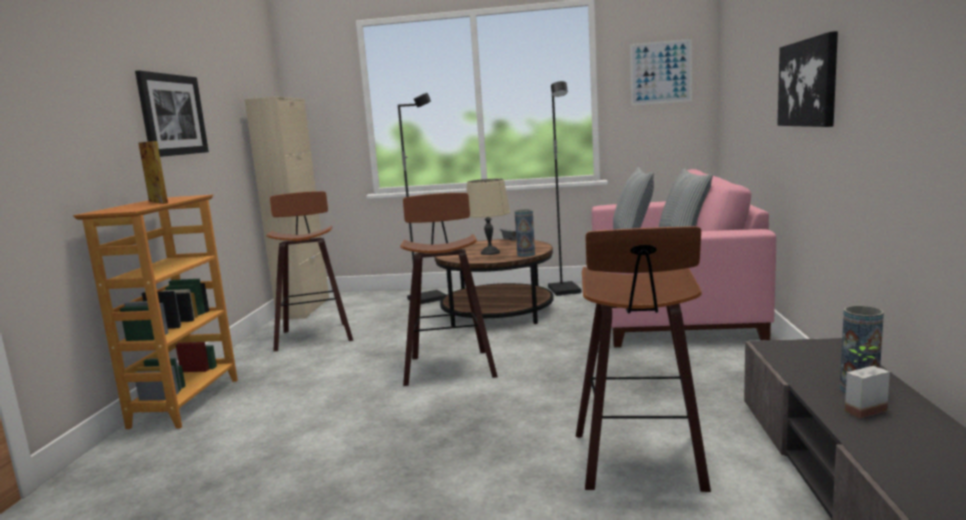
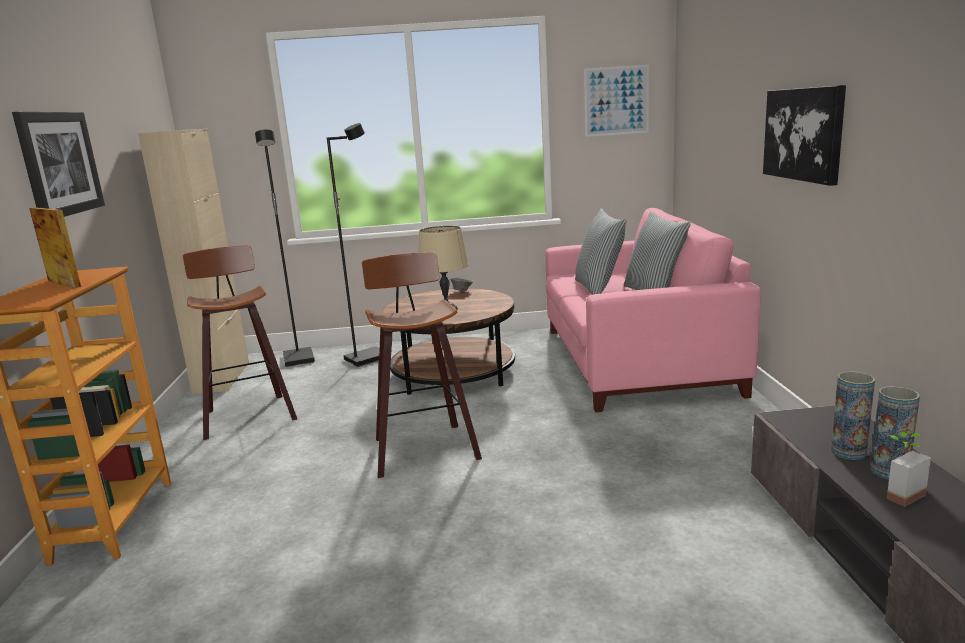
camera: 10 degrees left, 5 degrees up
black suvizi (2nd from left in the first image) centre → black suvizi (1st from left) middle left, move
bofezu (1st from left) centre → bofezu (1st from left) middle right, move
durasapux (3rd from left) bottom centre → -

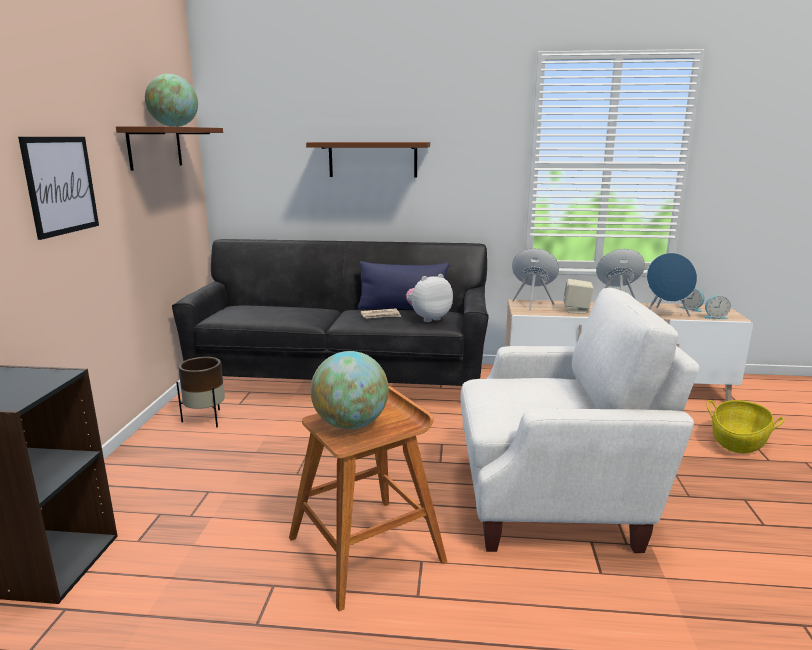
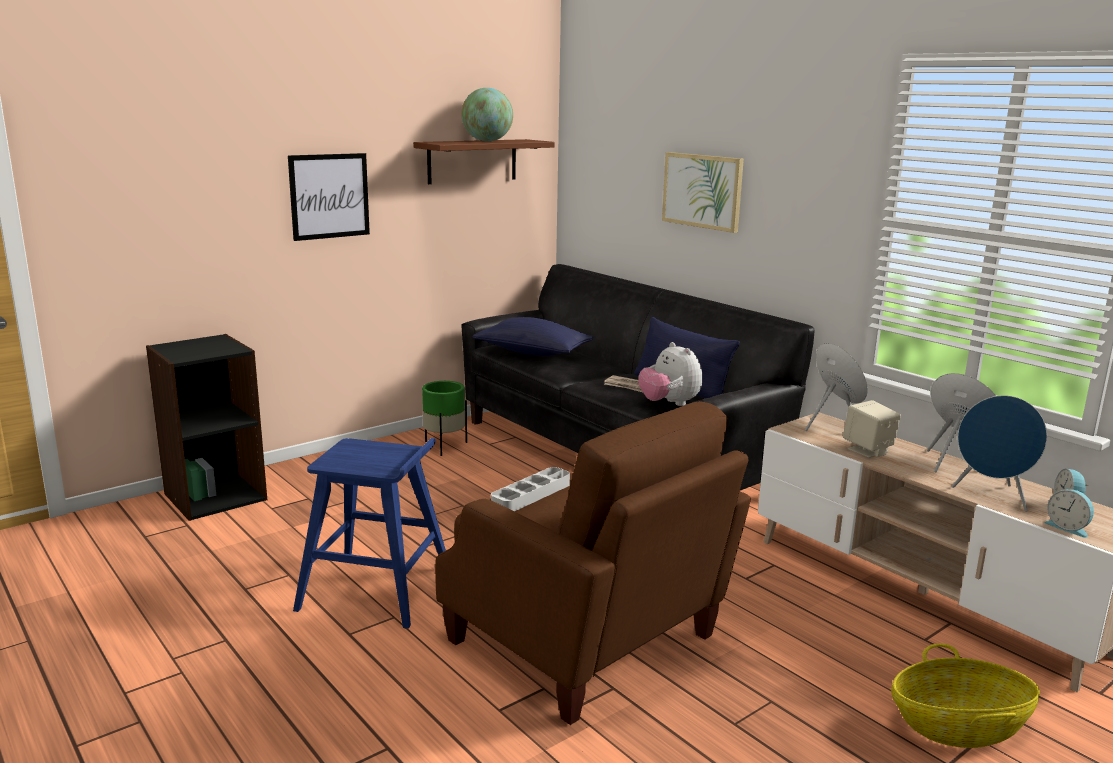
camera: 45 degrees right, 0 degrees up
brown durasapux bottom centre → blue durasapux bottom left
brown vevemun middle left → green vevemun centre
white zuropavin middle right → brown zuropavin bottom centre
- → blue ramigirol (1st from left) centre
- → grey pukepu centre
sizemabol centre, 135 degrees counterclockwise
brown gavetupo (2nd from left) top centre → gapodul (2nd from left) top centre
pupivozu (2nd from left) centre → -

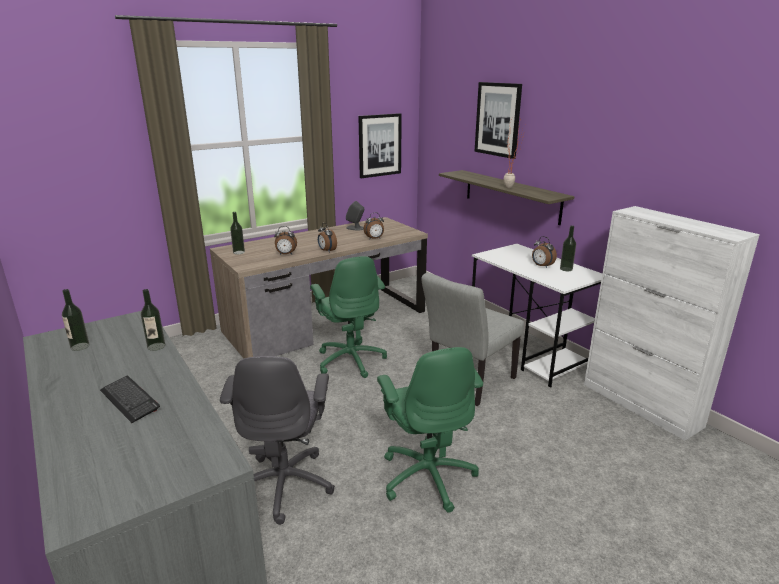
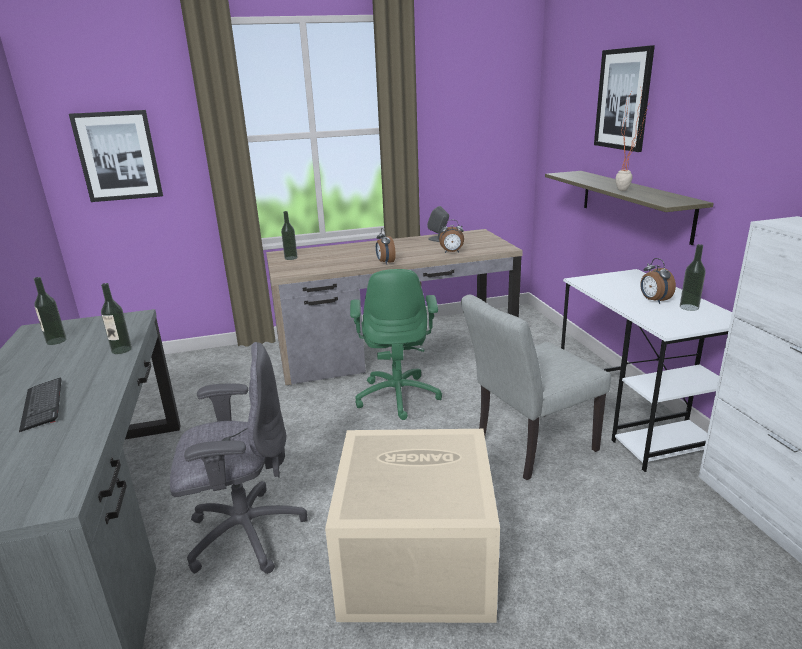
camera: 20 degrees right, 0 degrees up
gapodul (1st from left) top centre → gapodul (1st from left) top left, move
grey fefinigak bottom centre → grey fefinigak bottom left, 120 degrees counterclockwise
green fefinigak (2nd from left) bottom centre → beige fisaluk bottom centre
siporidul (1st from left) centre → -

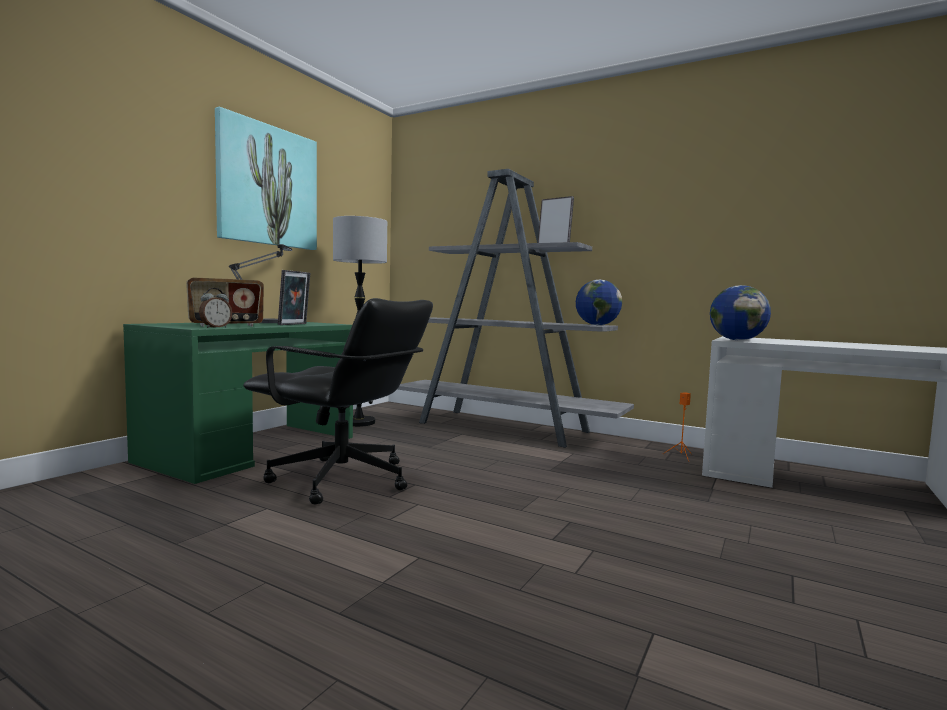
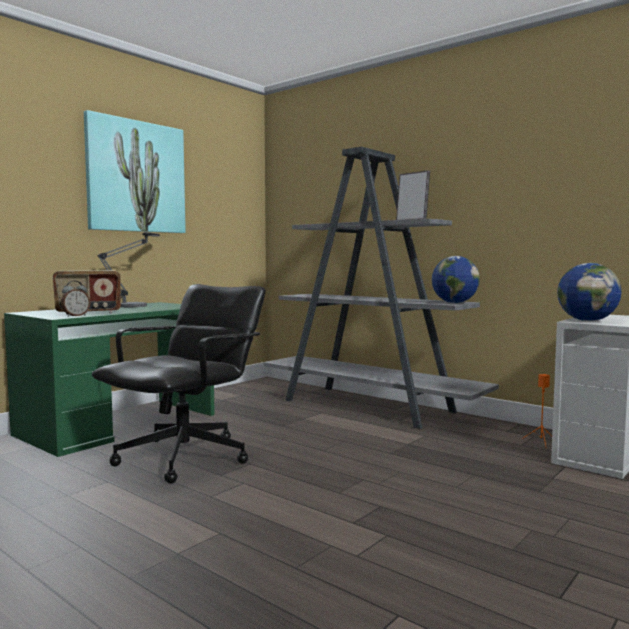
camera: 10 degrees right, 0 degrees up
black fefinigak centre → black fefinigak middle left, 90 degrees counterclockwise
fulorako (1st from left) middle left → -
suvizi centre → -

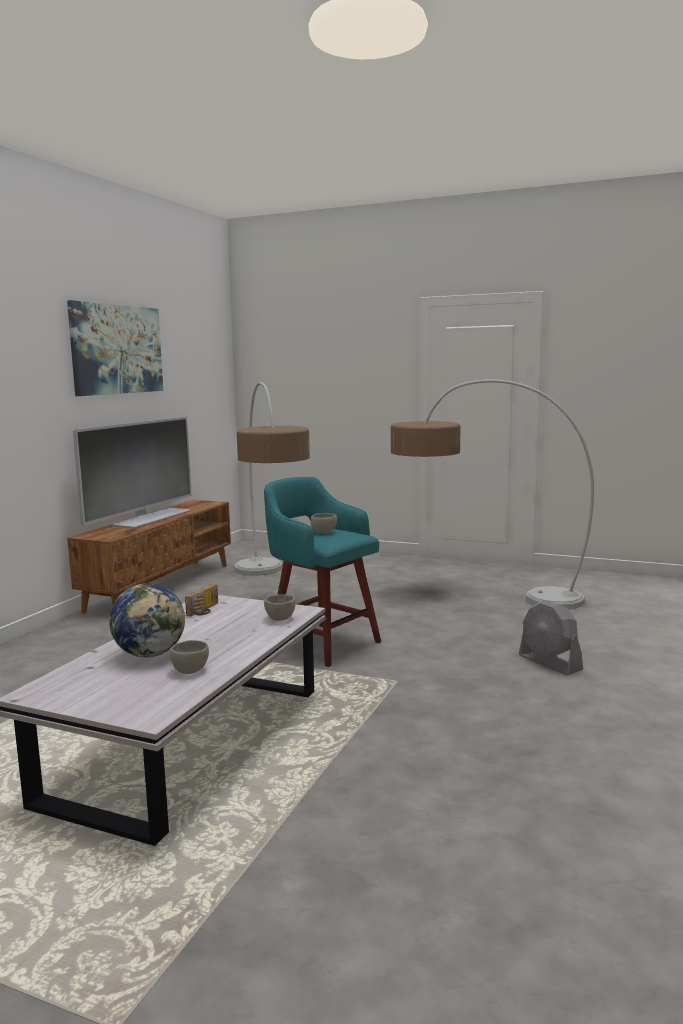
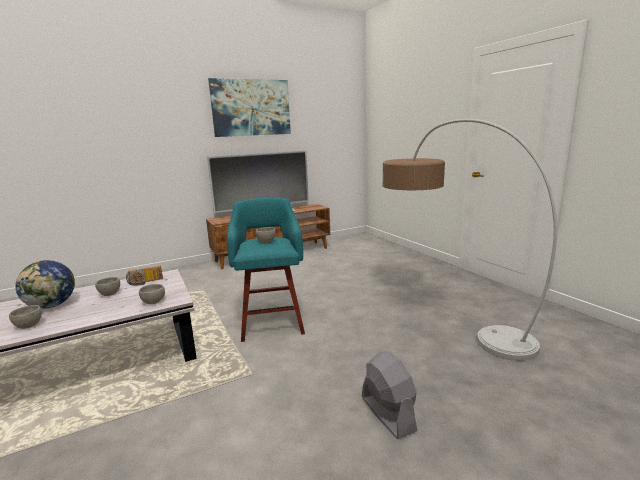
camera: 40 degrees right, 5 degrees up
- → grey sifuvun (2nd from left) middle left
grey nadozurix middle right → grey nadozurix bottom centre, 150 degrees clockwise
suvizi (1st from left) centre → -

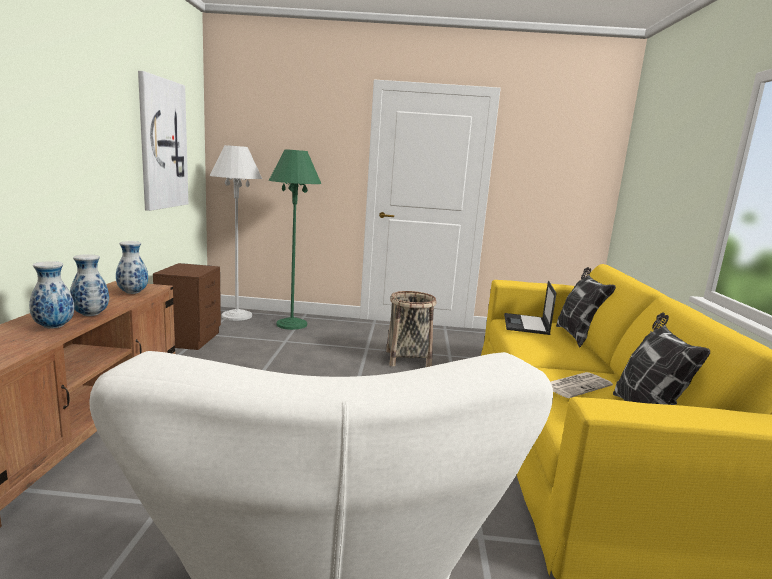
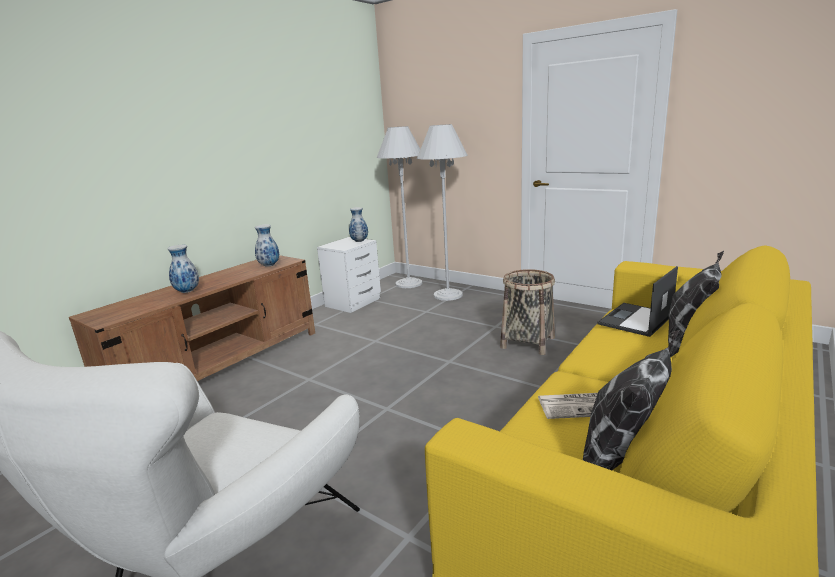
camera: 35 degrees right, 5 degrees up
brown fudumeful middle left → white fudumeful centre
bofezu (2nd from left in the first image) middle left → bofezu (3rd from left) centre, move
green suvizi centre → white suvizi (2nd from left) centre
gapodul top left → -

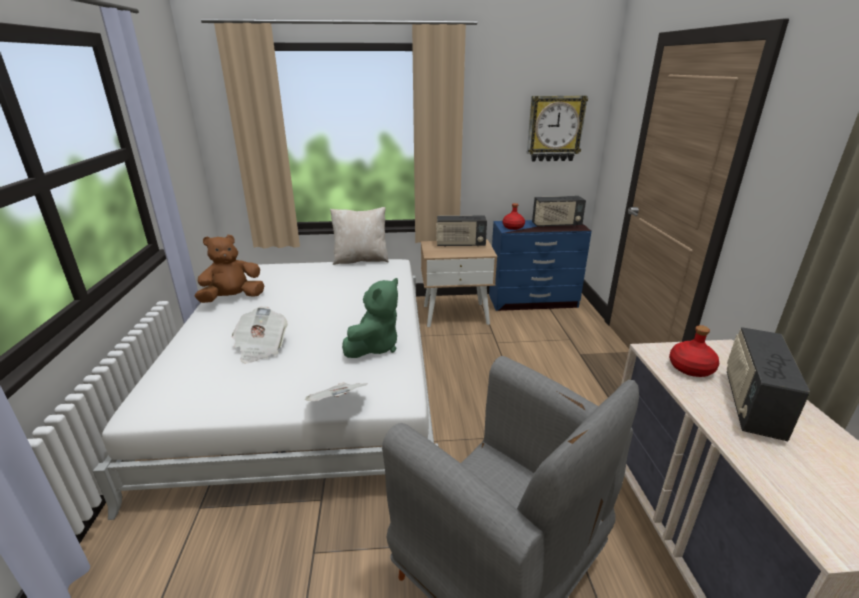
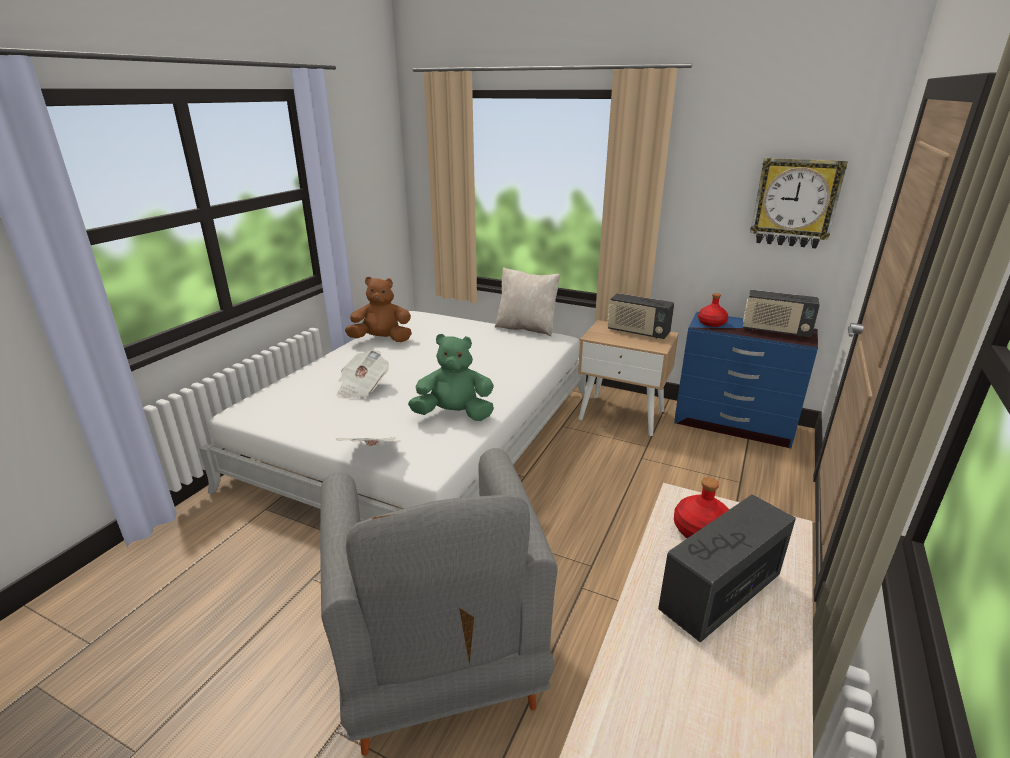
camera: 30 degrees right, 0 degrees up
green sizemabol centre, 150 degrees counterclockwise

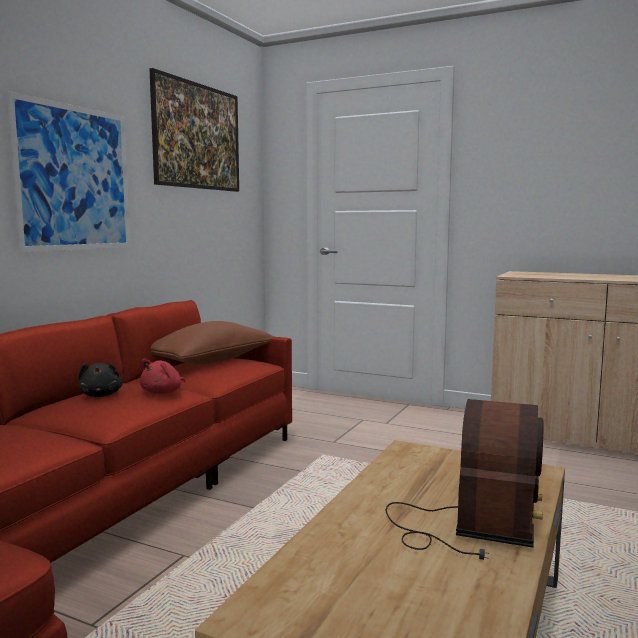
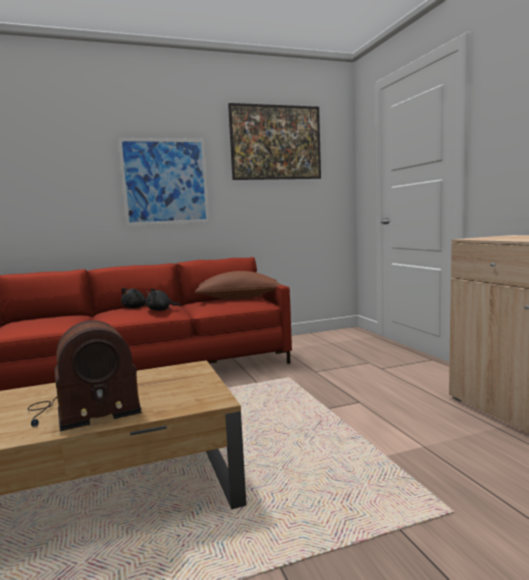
camera: 45 degrees right, 0 degrees up
red sizemabol middle left → black sizemabol (2nd from left) middle left

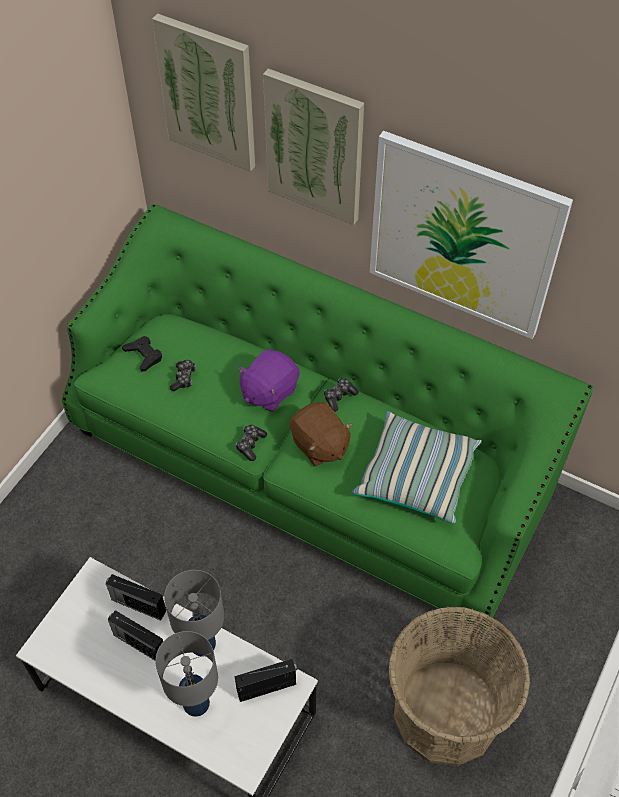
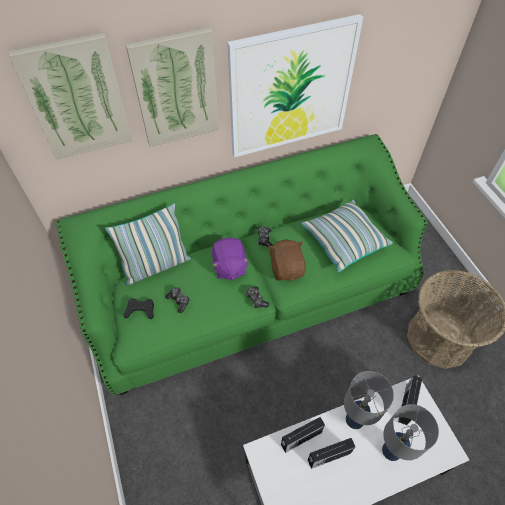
camera: 50 degrees left, 0 degrees up
- → ramigirol (1st from left) middle left
brown sizemabol centre, 105 degrees counterclockwise

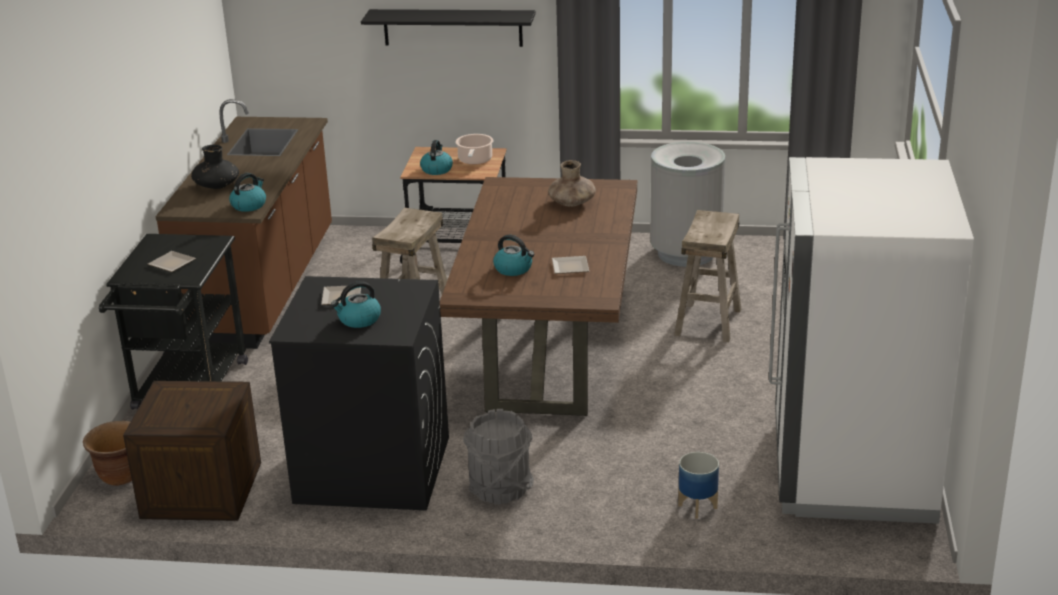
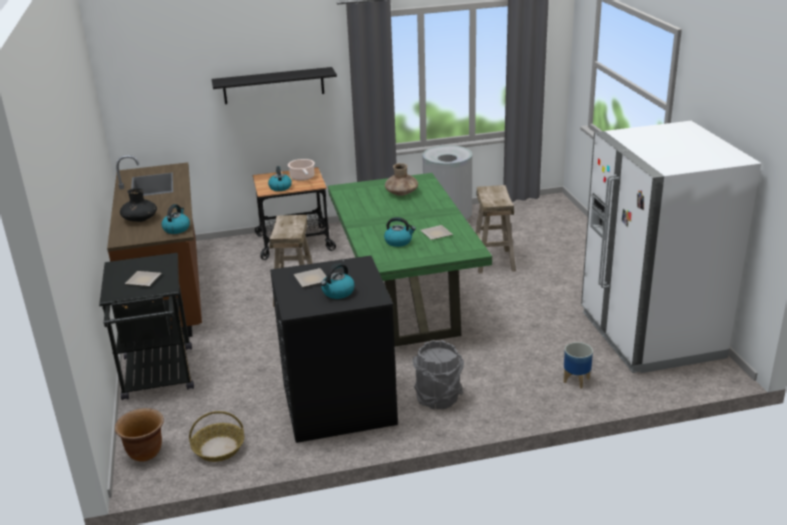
camera: 20 degrees left, 0 degrees up
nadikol bottom left → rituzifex bottom left
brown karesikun centre → green karesikun centre

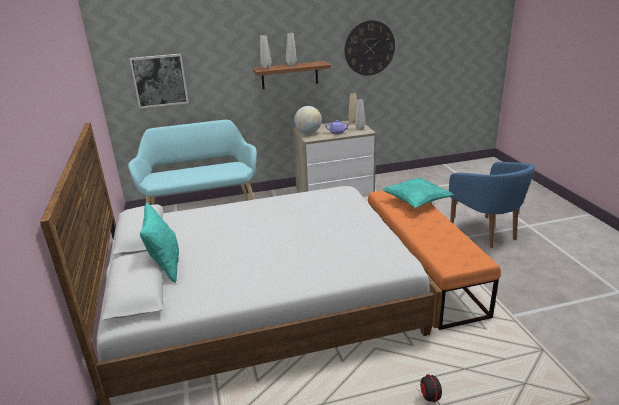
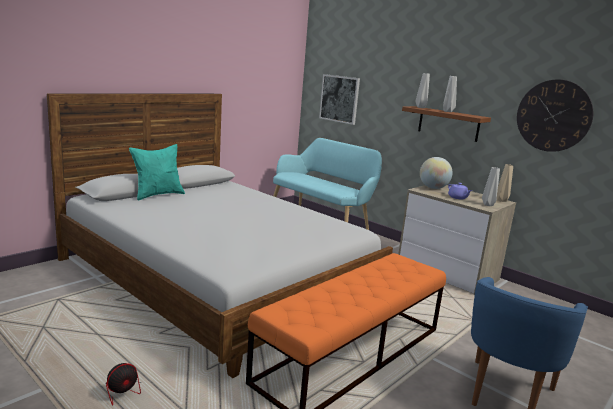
camera: 55 degrees right, 10 degrees down
turquoise ramigirol (2nd from left) middle right → -

